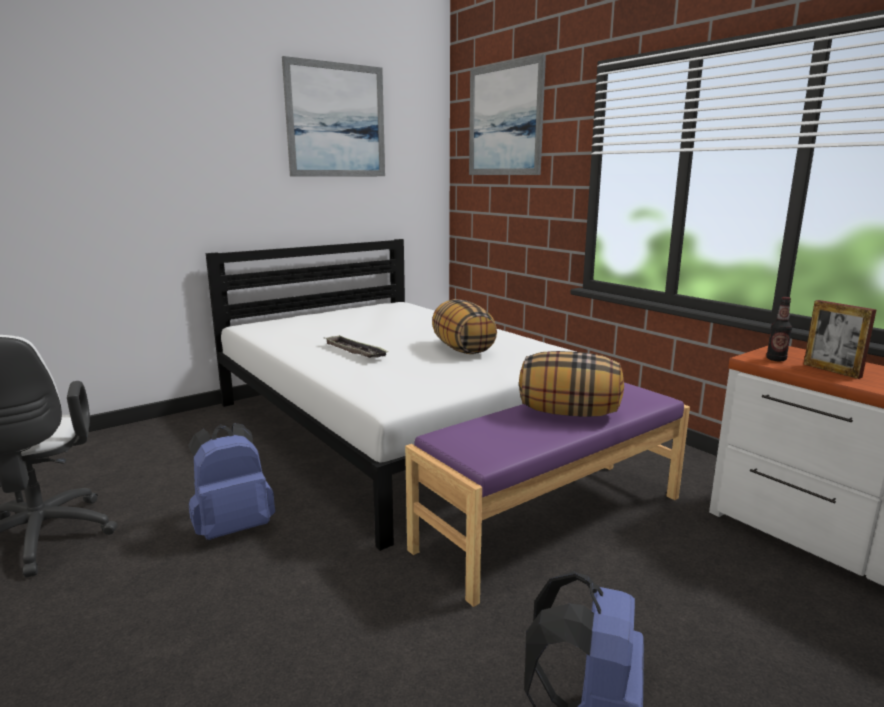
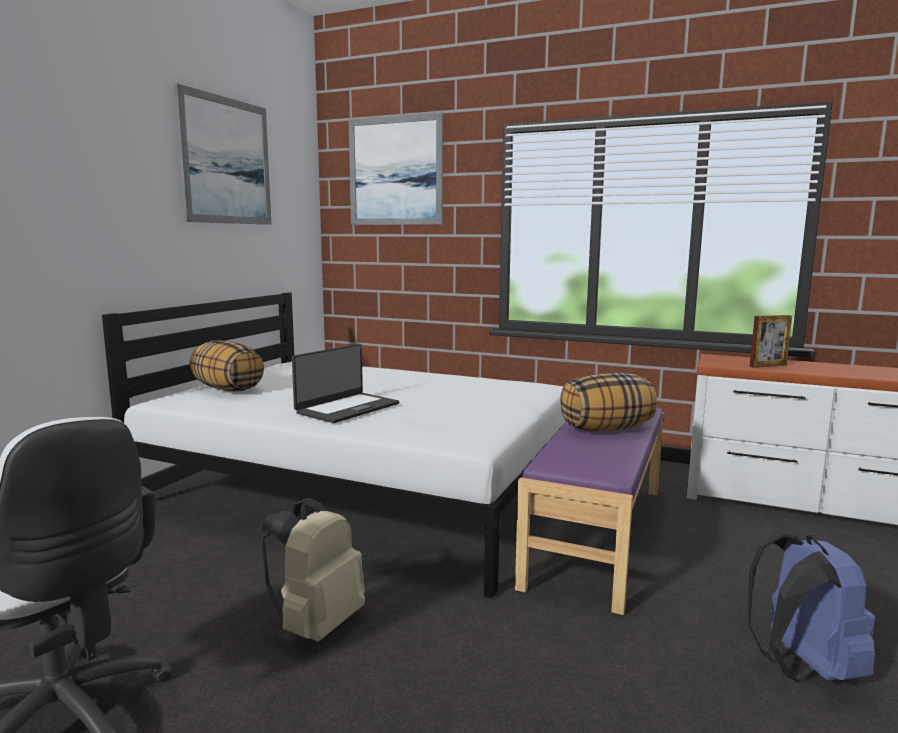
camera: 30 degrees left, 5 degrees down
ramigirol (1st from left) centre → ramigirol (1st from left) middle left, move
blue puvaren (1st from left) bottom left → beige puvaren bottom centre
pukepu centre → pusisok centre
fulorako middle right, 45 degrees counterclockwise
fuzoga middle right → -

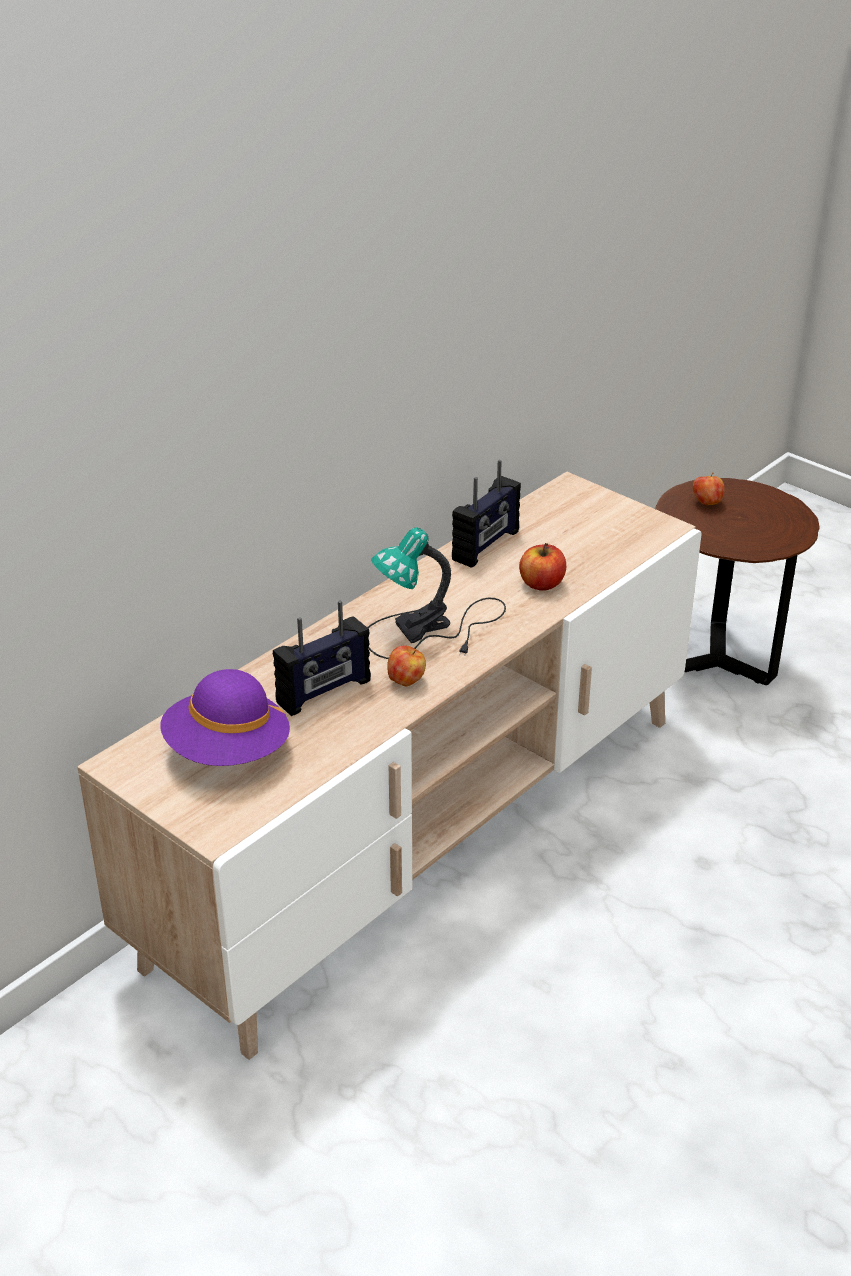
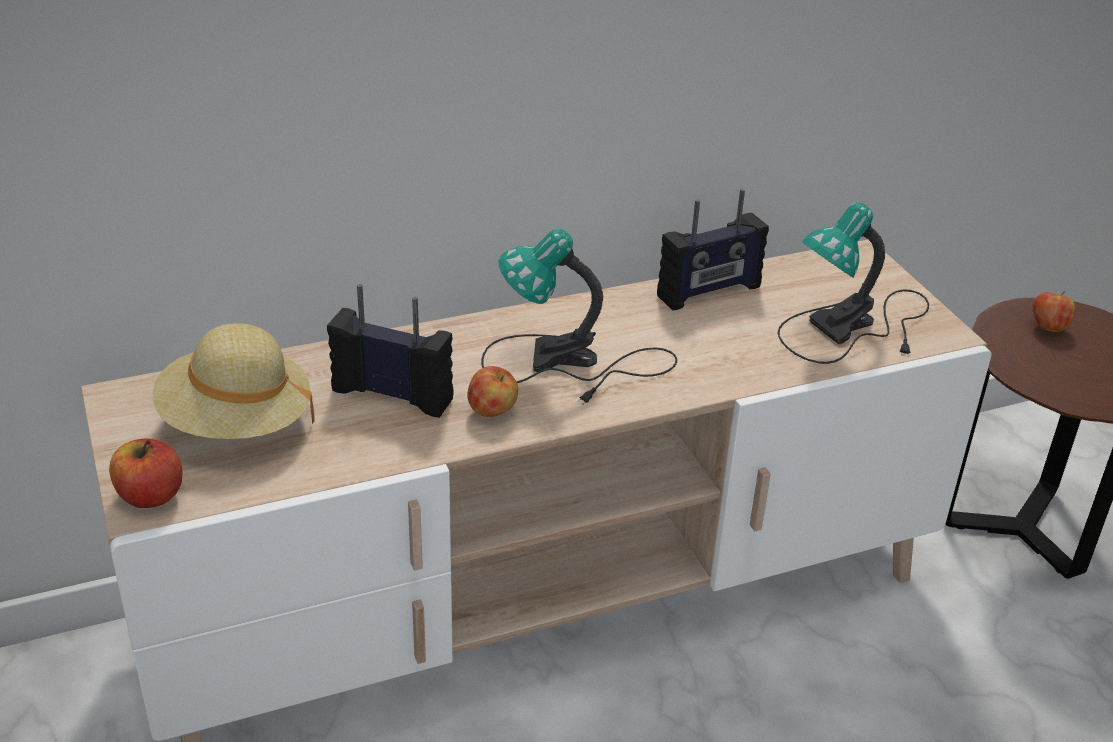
camera: 25 degrees right, 0 degrees up
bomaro (2nd from left in the first image) centre → bomaro (1st from left) middle left, move
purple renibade middle left → beige renibade middle left
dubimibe (1st from left) centre, 150 degrees counterclockwise
- → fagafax (2nd from left) middle right

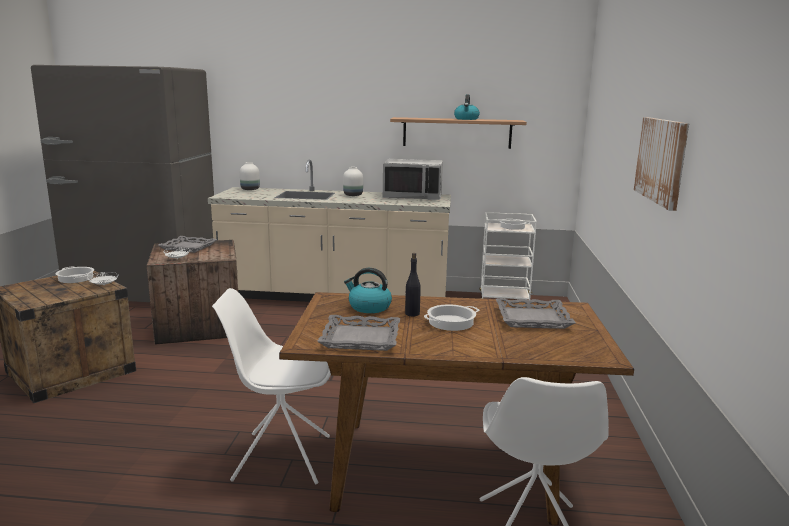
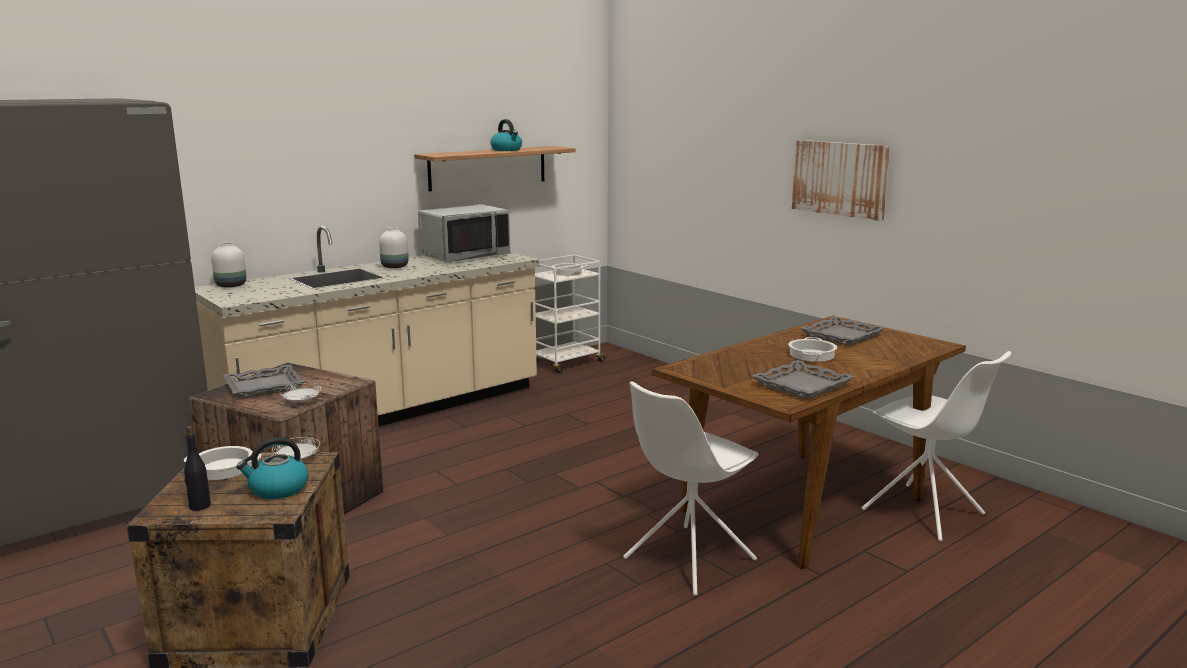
camera: 45 degrees left, 0 degrees up
black fuzoga centre → black fuzoga bottom left, move
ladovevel (1st from left) centre → ladovevel (1st from left) bottom left, move

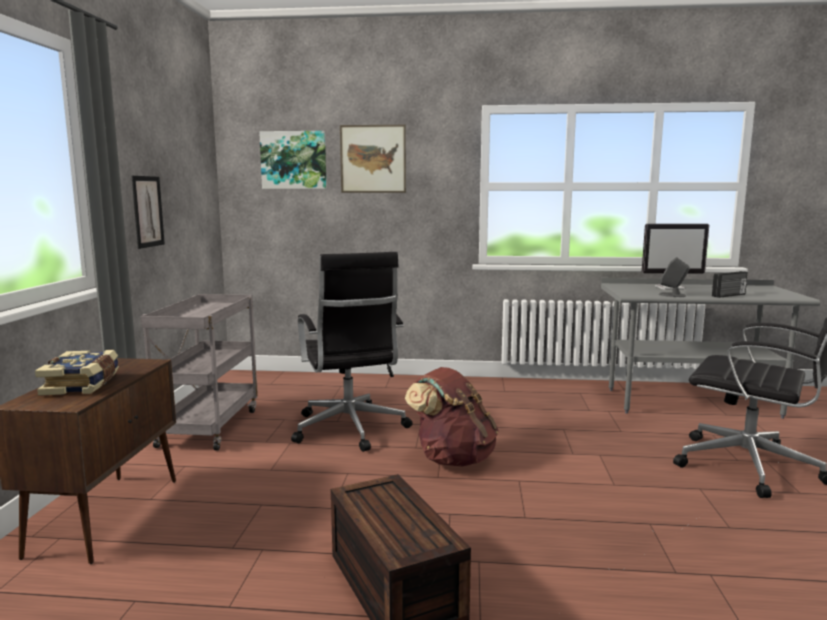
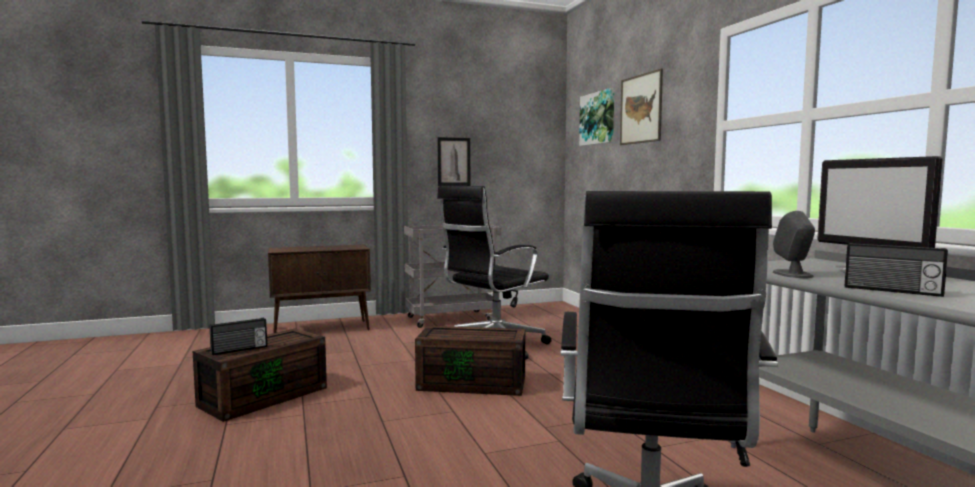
camera: 65 degrees right, 5 degrees down
- → dubimibe (1st from left) bottom left
brown puvaren bottom centre → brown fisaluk (2nd from left) bottom centre
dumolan middle left → -

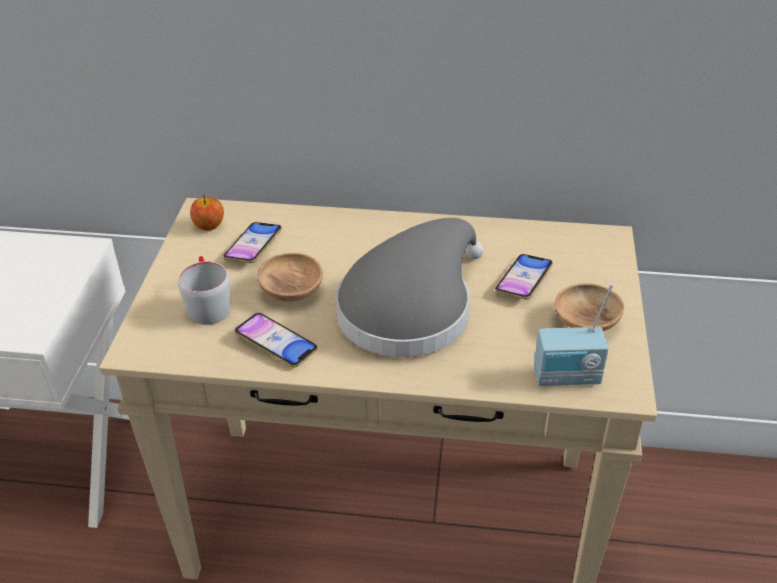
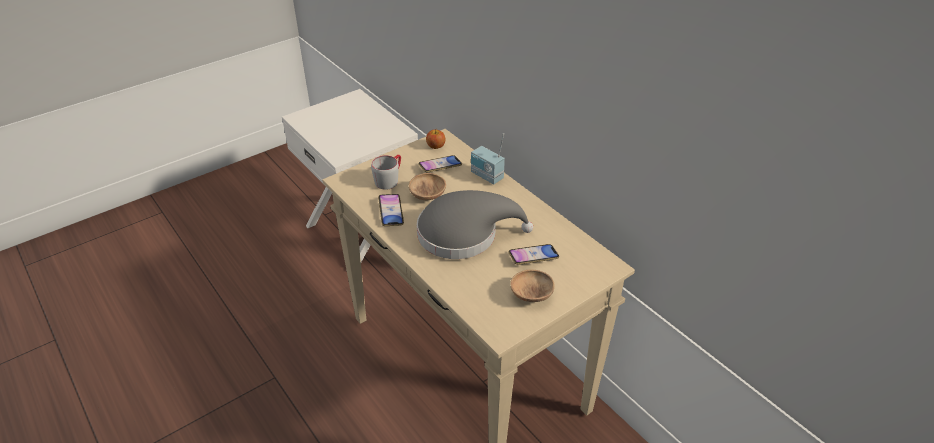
camera: 45 degrees right, 0 degrees up
dubimibe middle right → dubimibe centre, move

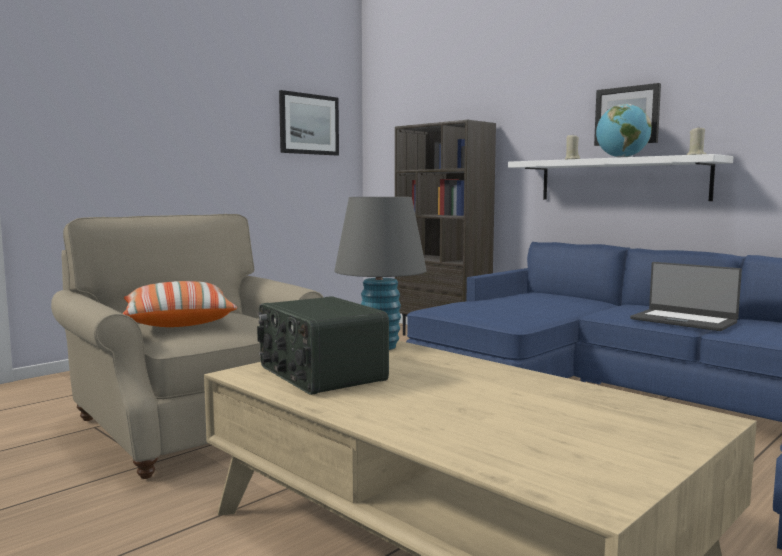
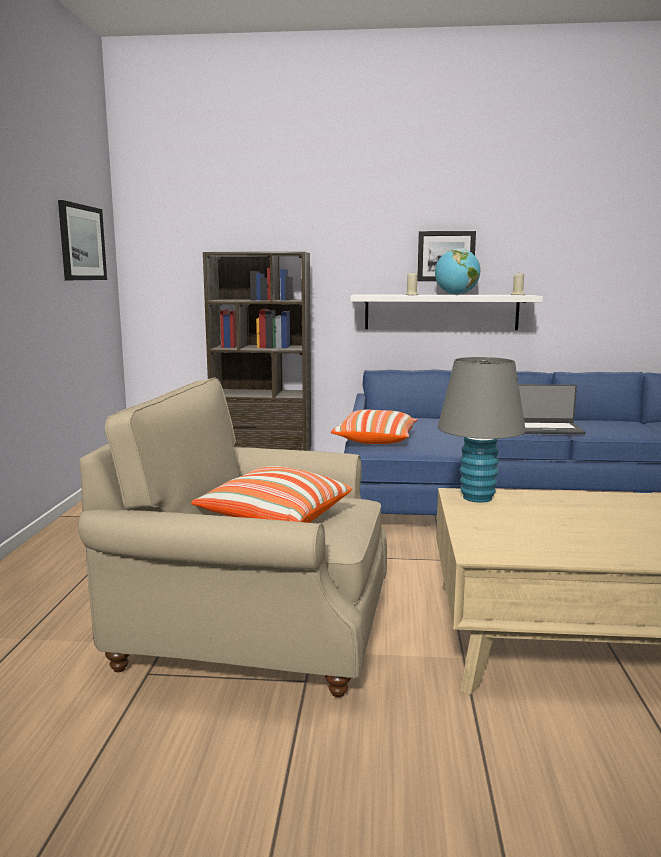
camera: 40 degrees left, 5 degrees up
- → ramigirol (2nd from left) centre
dubimibe centre → -

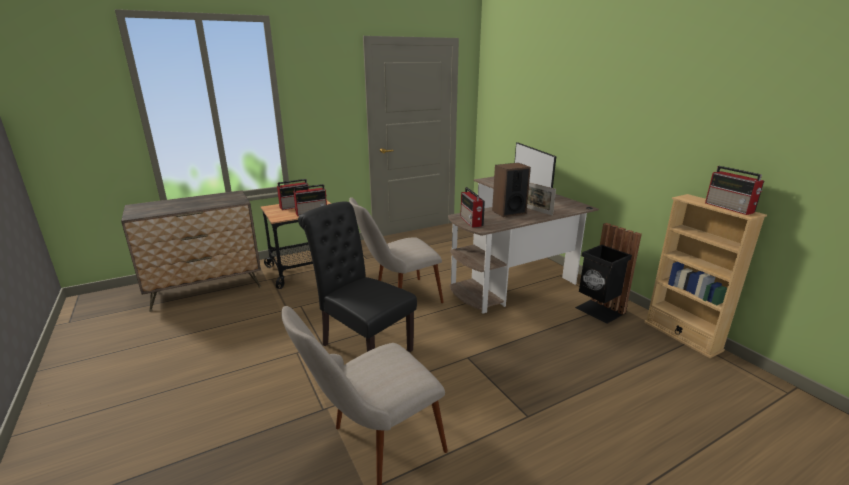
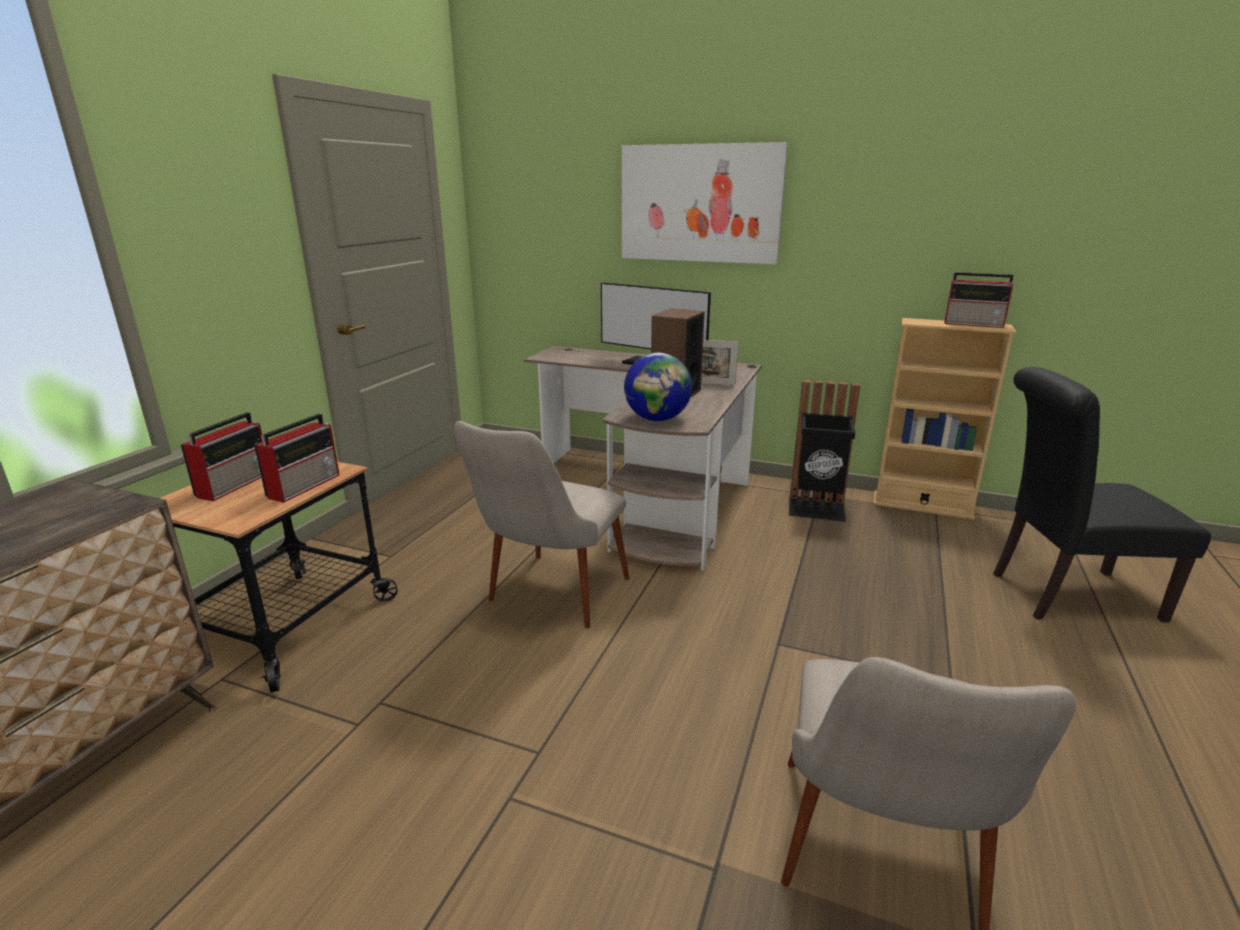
camera: 40 degrees left, 0 degrees up
- → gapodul top centre
dubimibe (3rd from left) centre → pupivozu centre
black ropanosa centre → black ropanosa middle right, move

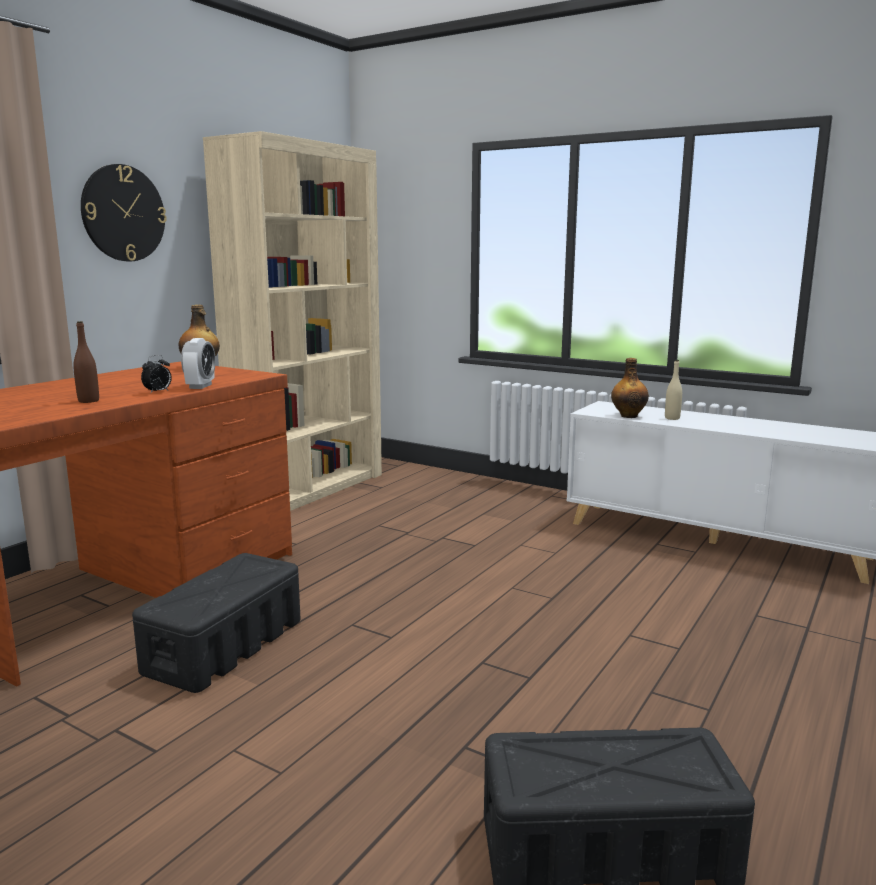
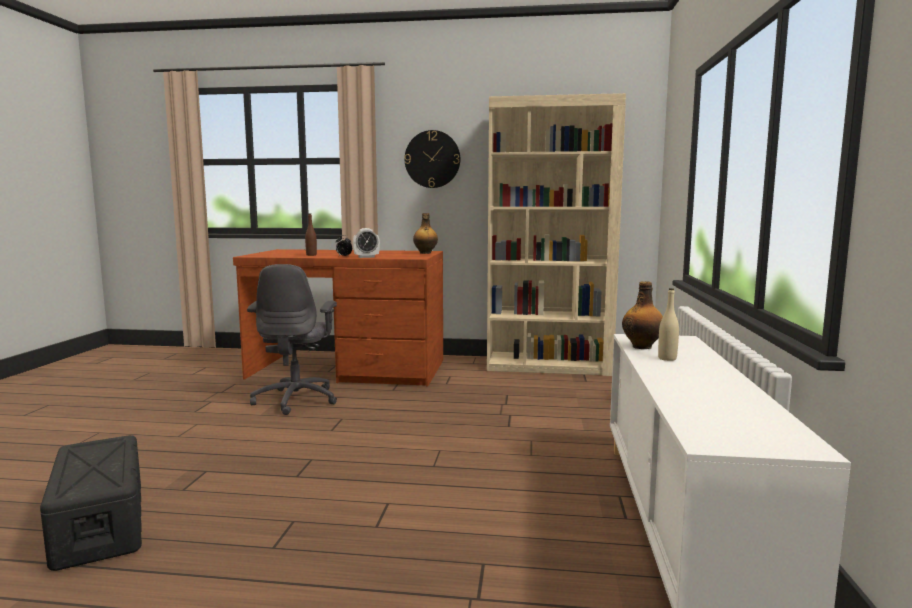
camera: 65 degrees right, 5 degrees down
black fisaluk (1st from left) bottom left → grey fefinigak middle left

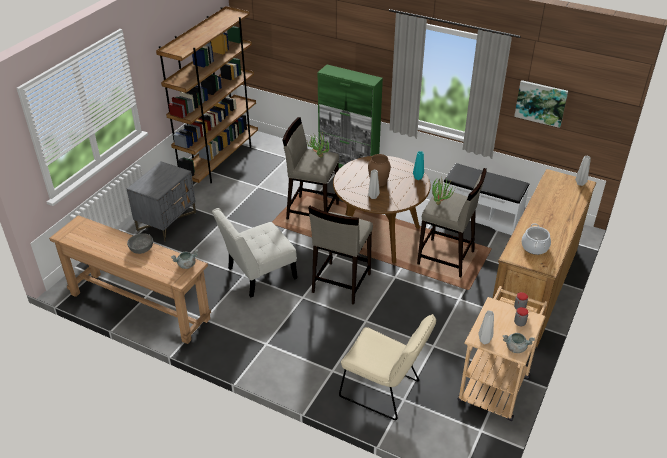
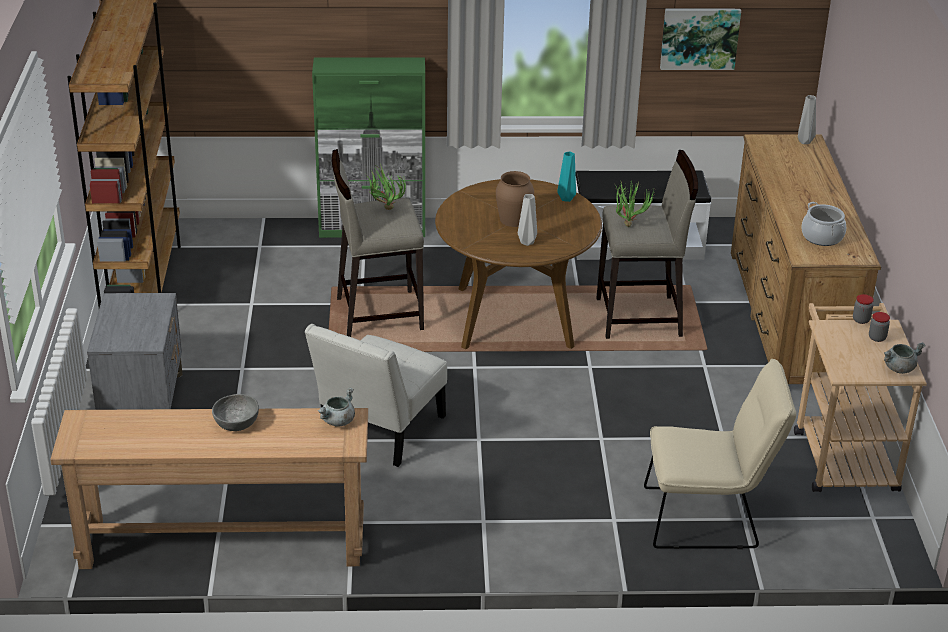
camera: 30 degrees left, 5 degrees down
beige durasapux (2nd from left) centre → -
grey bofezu (2nd from left) bottom right → -

